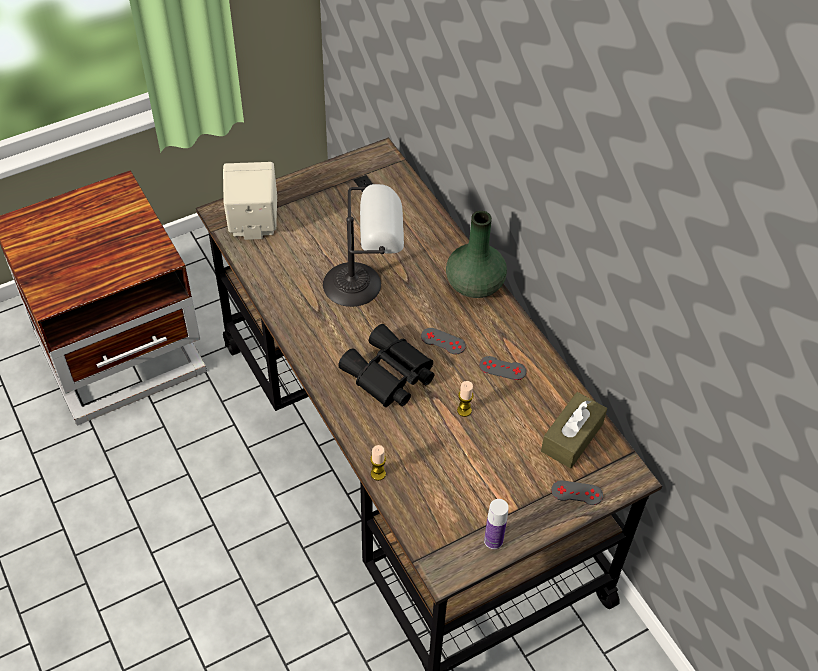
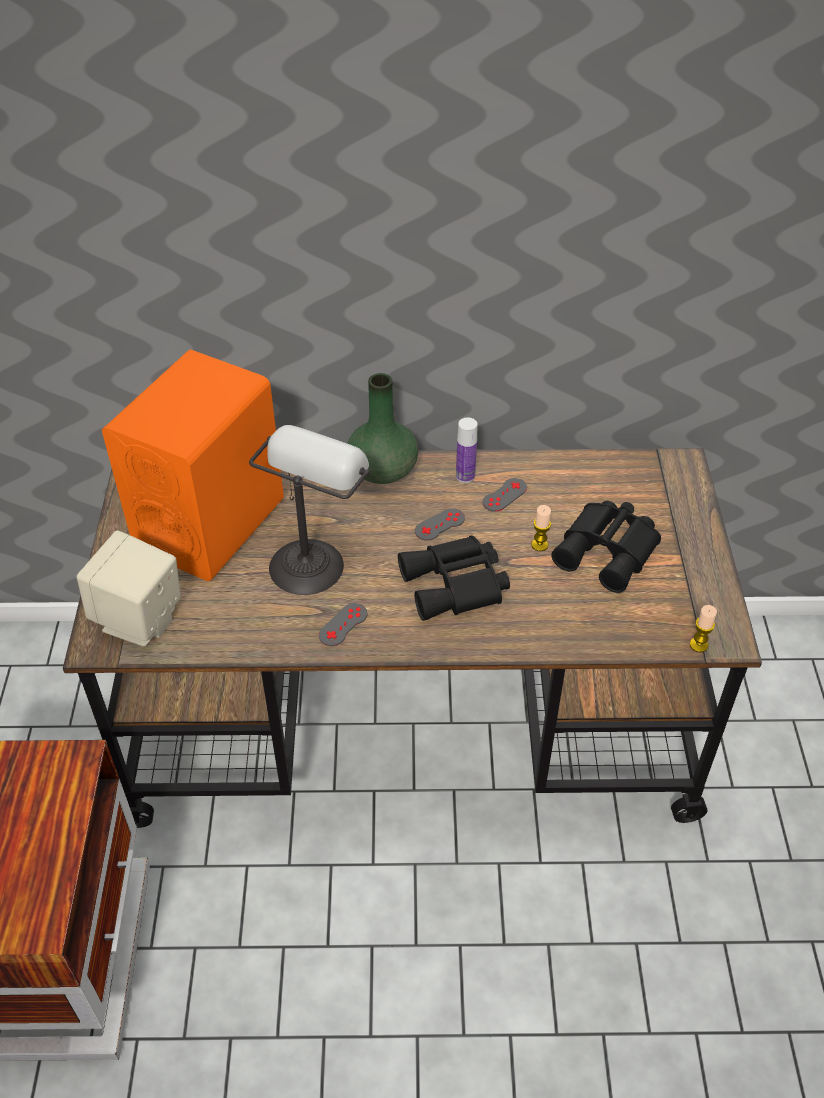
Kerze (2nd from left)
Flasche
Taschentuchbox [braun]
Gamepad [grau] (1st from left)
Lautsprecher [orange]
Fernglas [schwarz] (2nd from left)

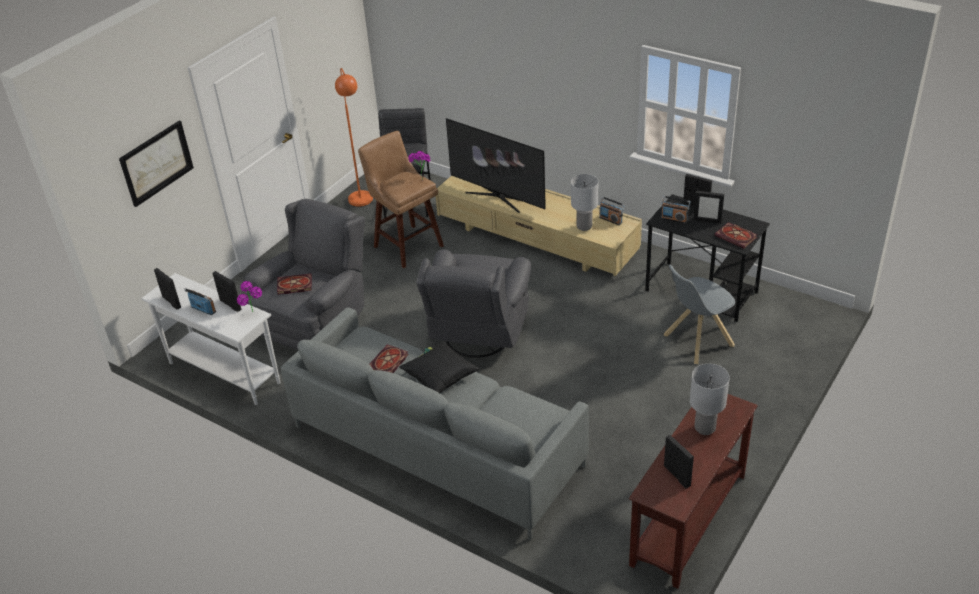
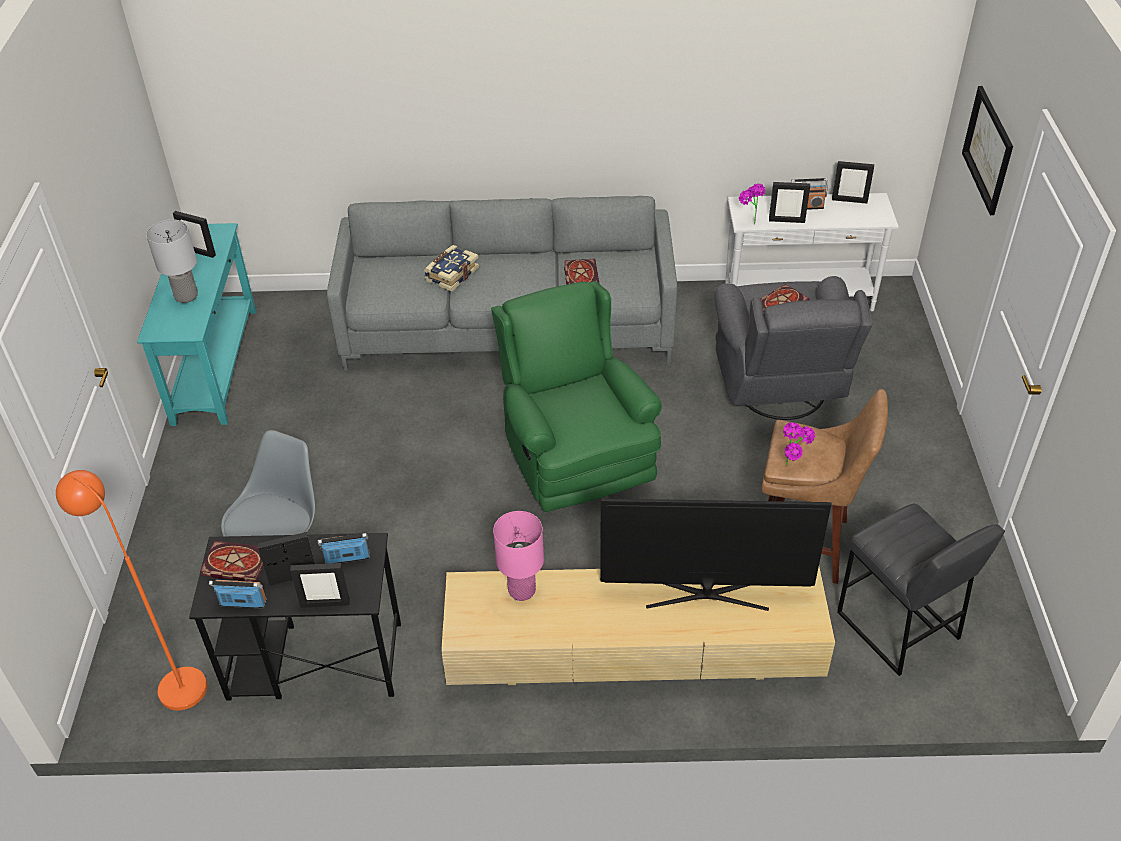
Stehlampe [orange]
Kissen [schwarz]
Sessel [grün]
Tischlampe [rosa]
Radio (1st from left)
Konsolentisch [türkis]
Buch (2nd from left)

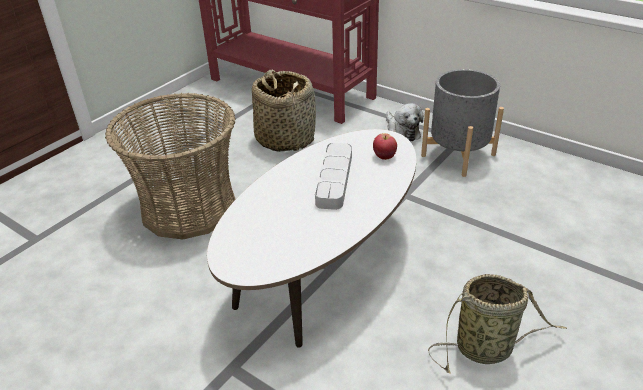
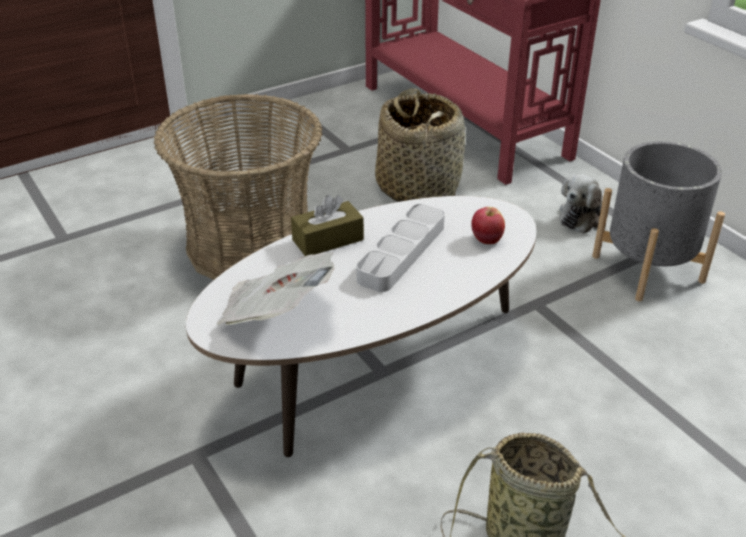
Plüschtier
Zeitung
Taschentuchbox [braun]

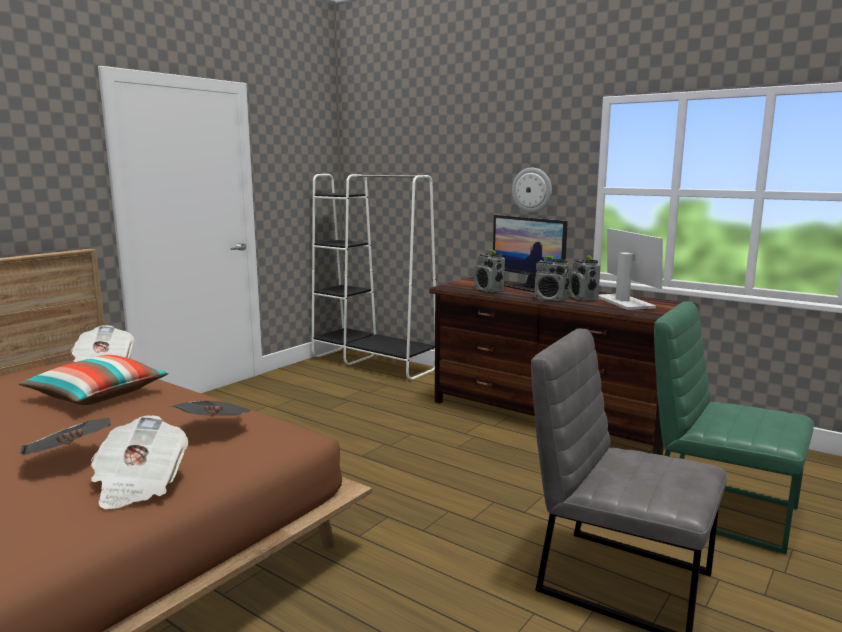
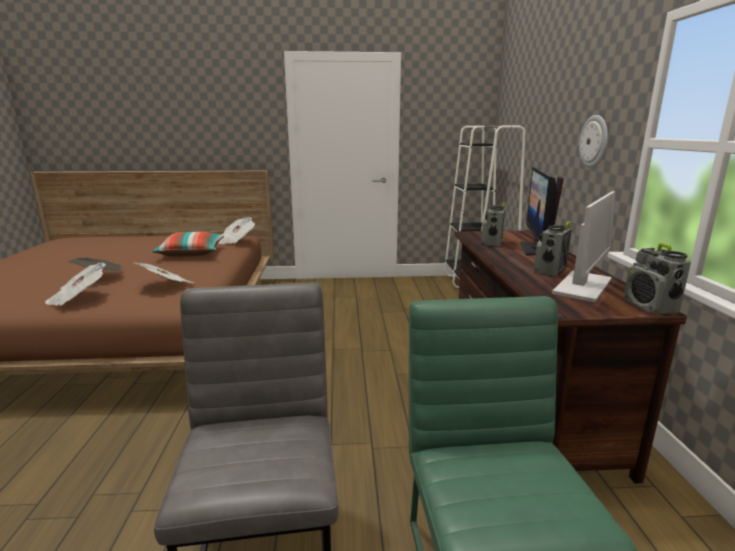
Radio (3rd from left)

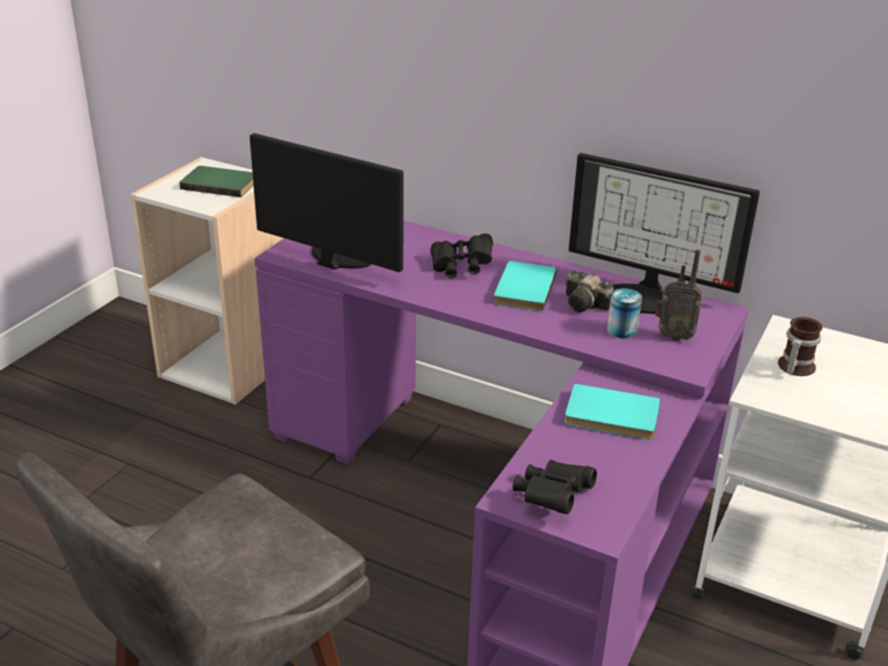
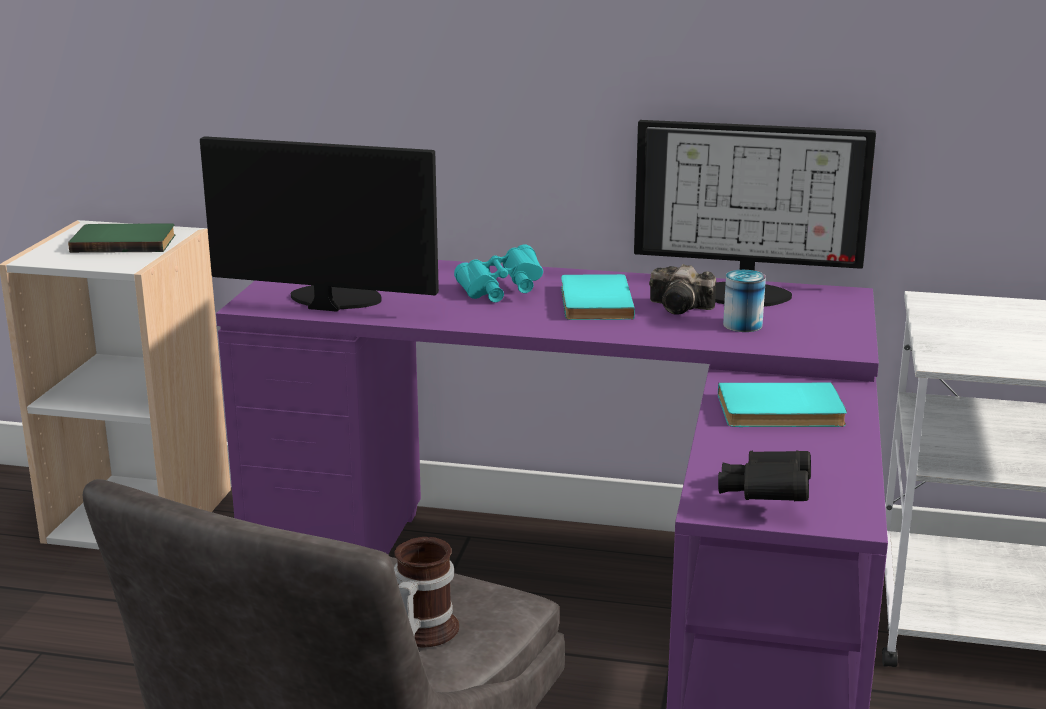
Fernglas [türkis]
Radio
Henkelbecher

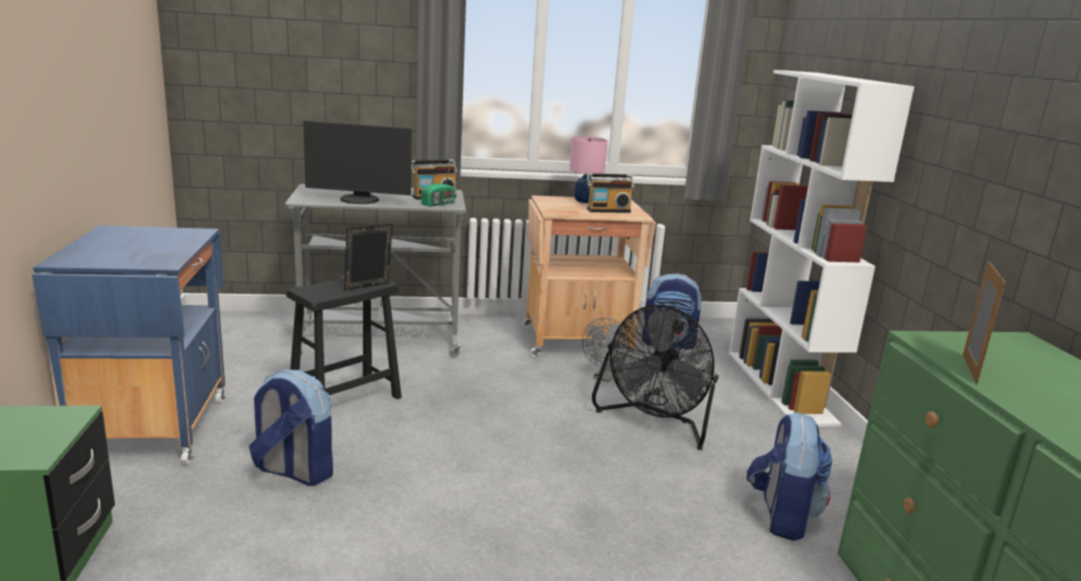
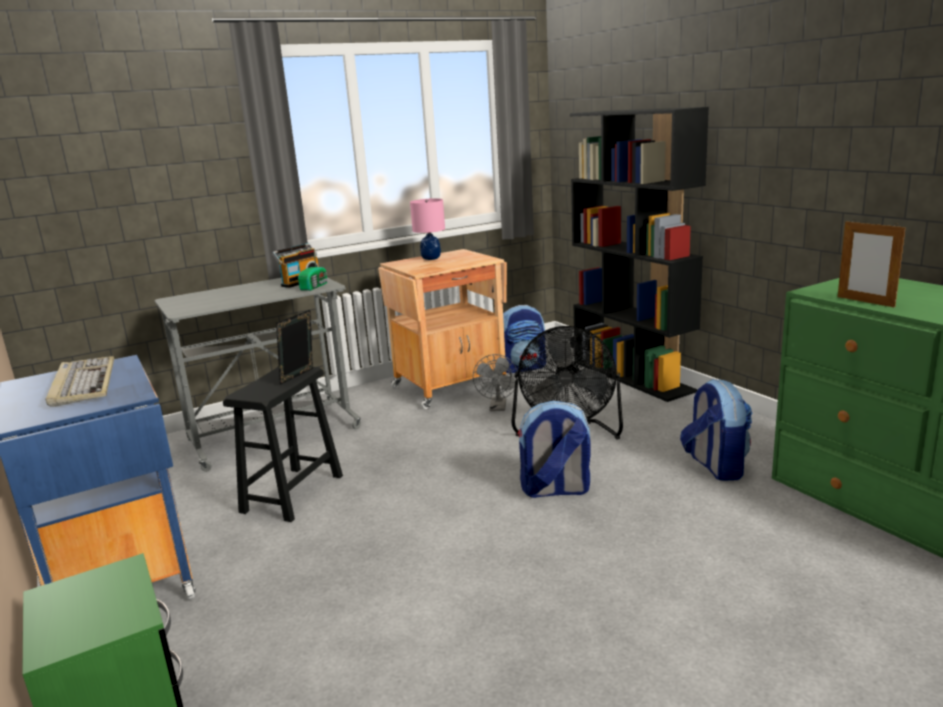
Rucksack (2nd from left)
Monitor
Radio (3rd from left in the first image)
Bücherregal [schwarz]
Bilderrahmen (2nd from left)
Tastatur

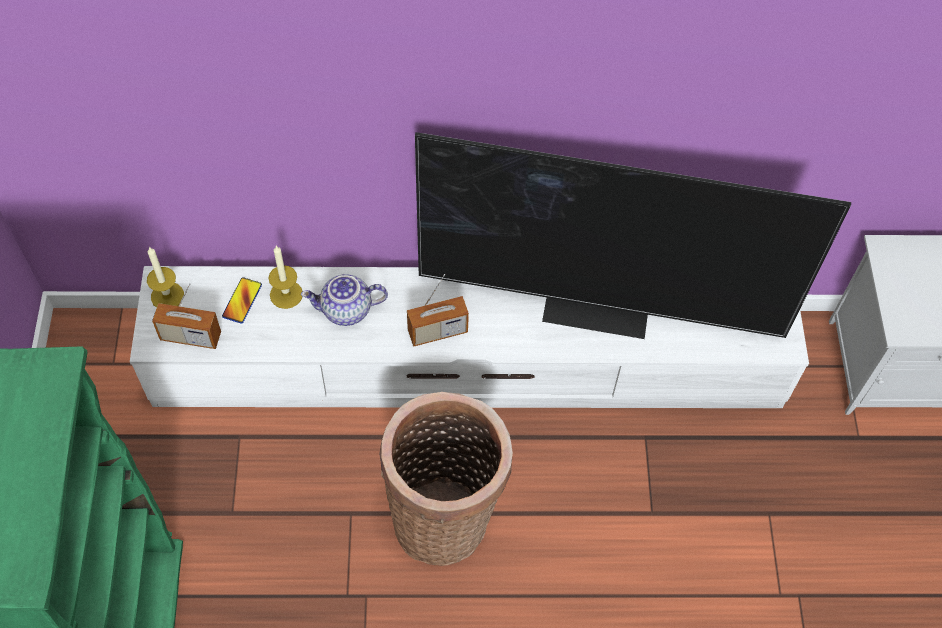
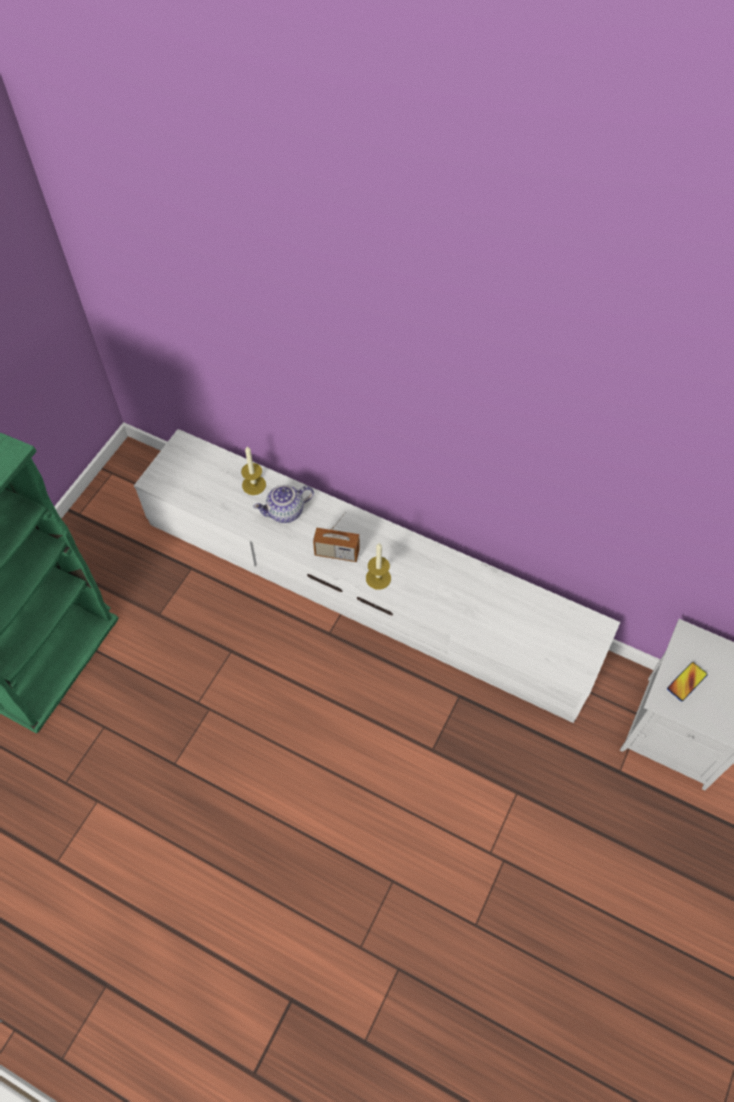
Kerze (2nd from left)
Radio (1st from left in the first image)
Handy
Teekanne
Korb
Fernseher

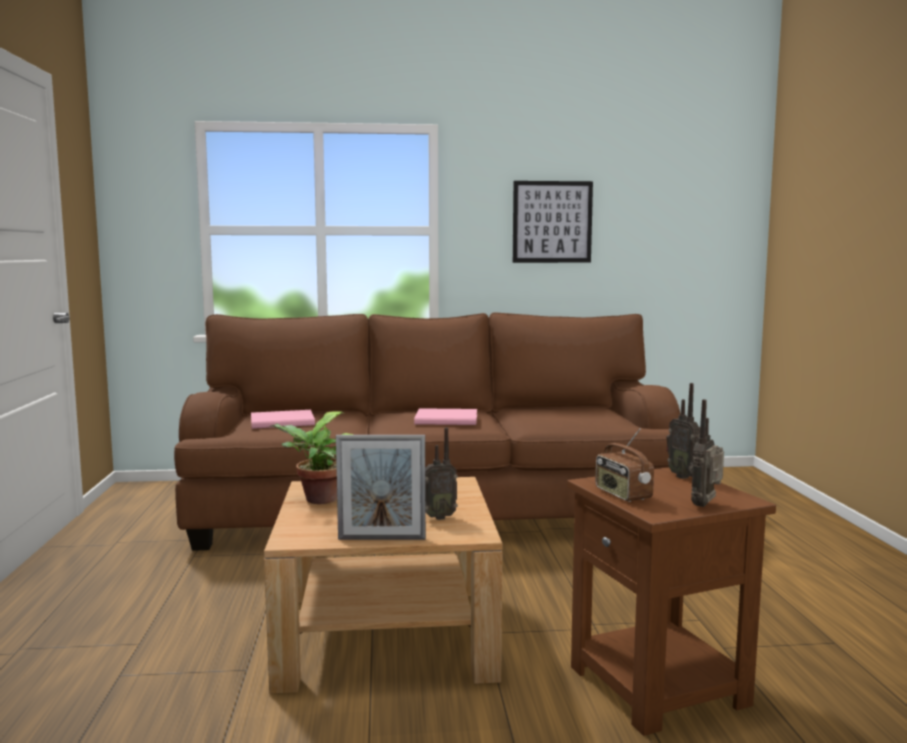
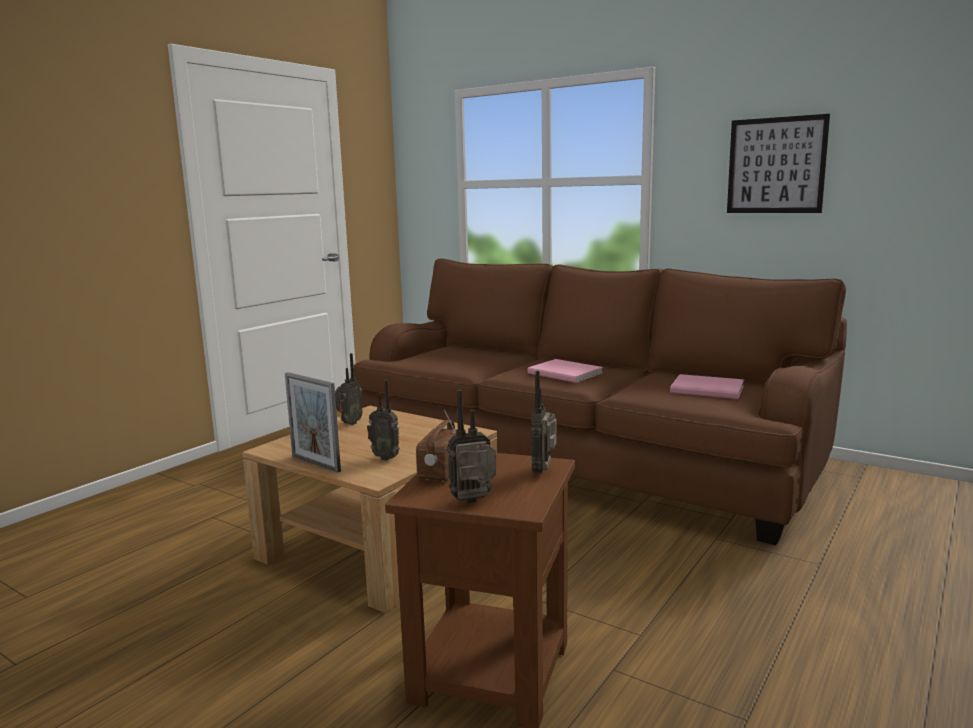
Buch [rosa] (2nd from left)
Radio (1st from left)

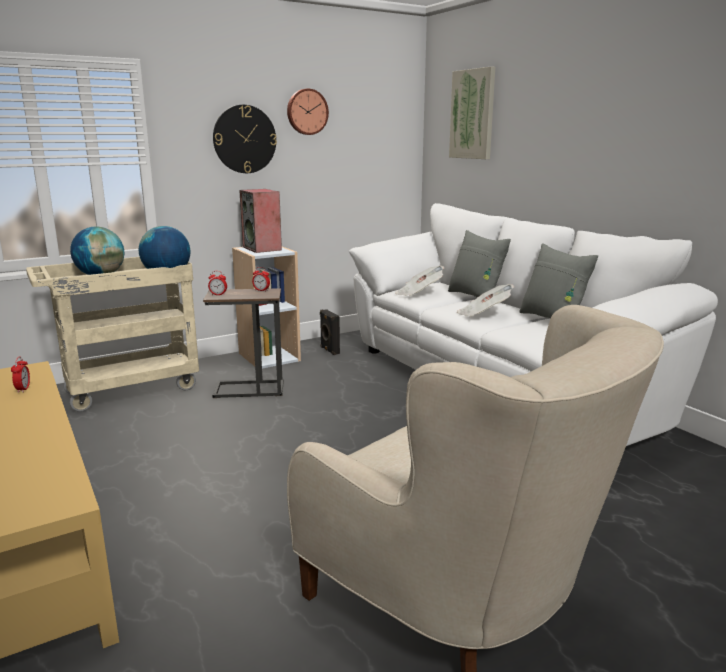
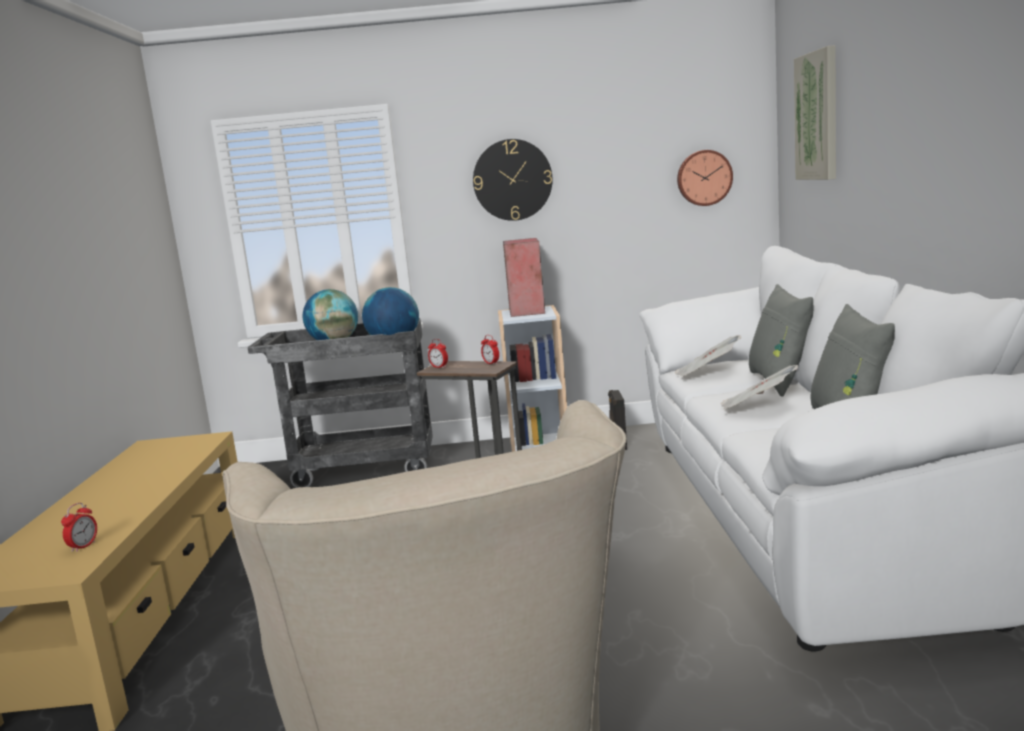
Wecker (1st from left)
Rollwagen [schwarz]
Wanduhr (2nd from left)

